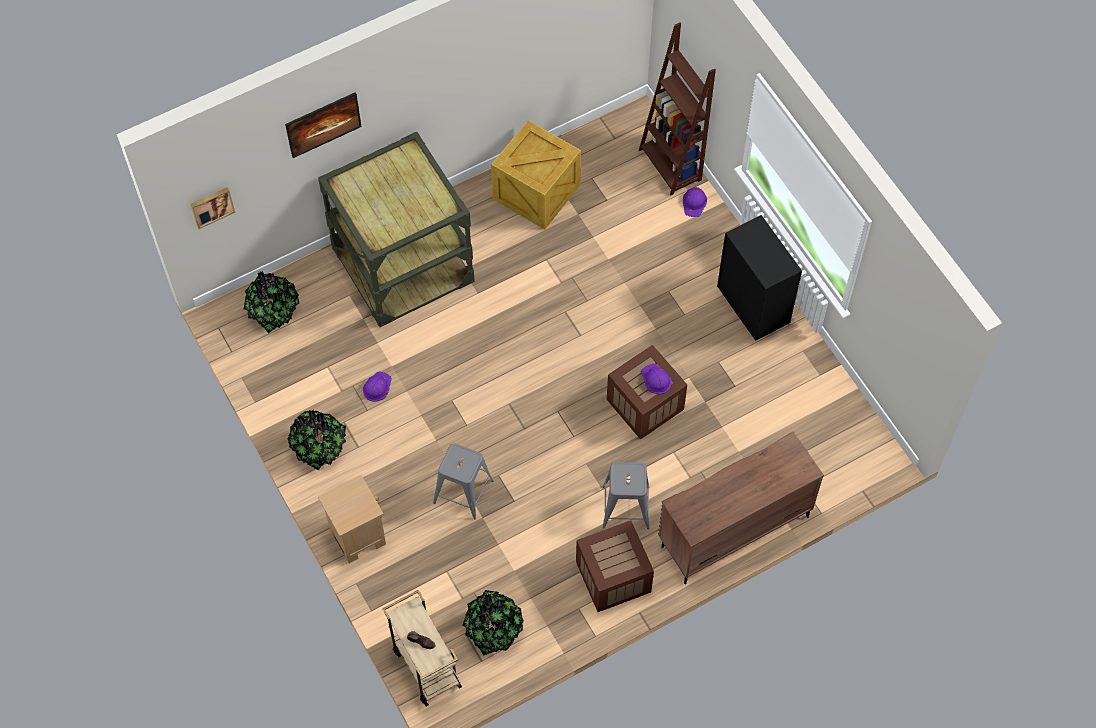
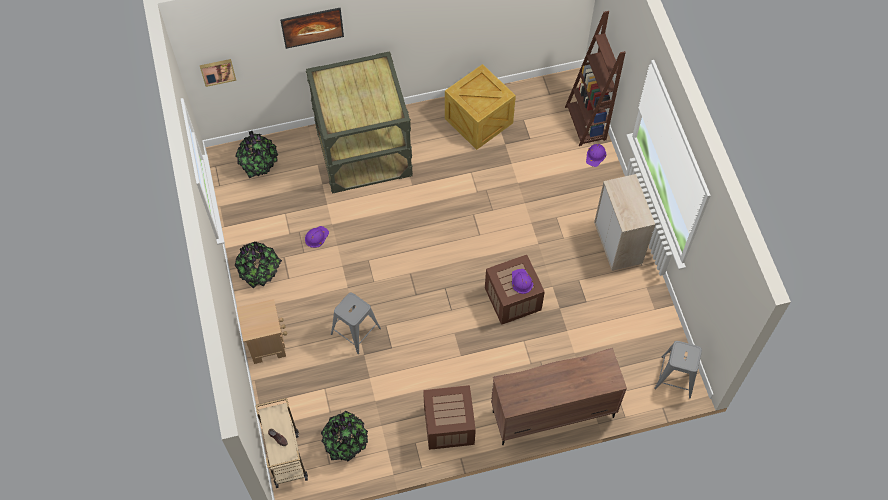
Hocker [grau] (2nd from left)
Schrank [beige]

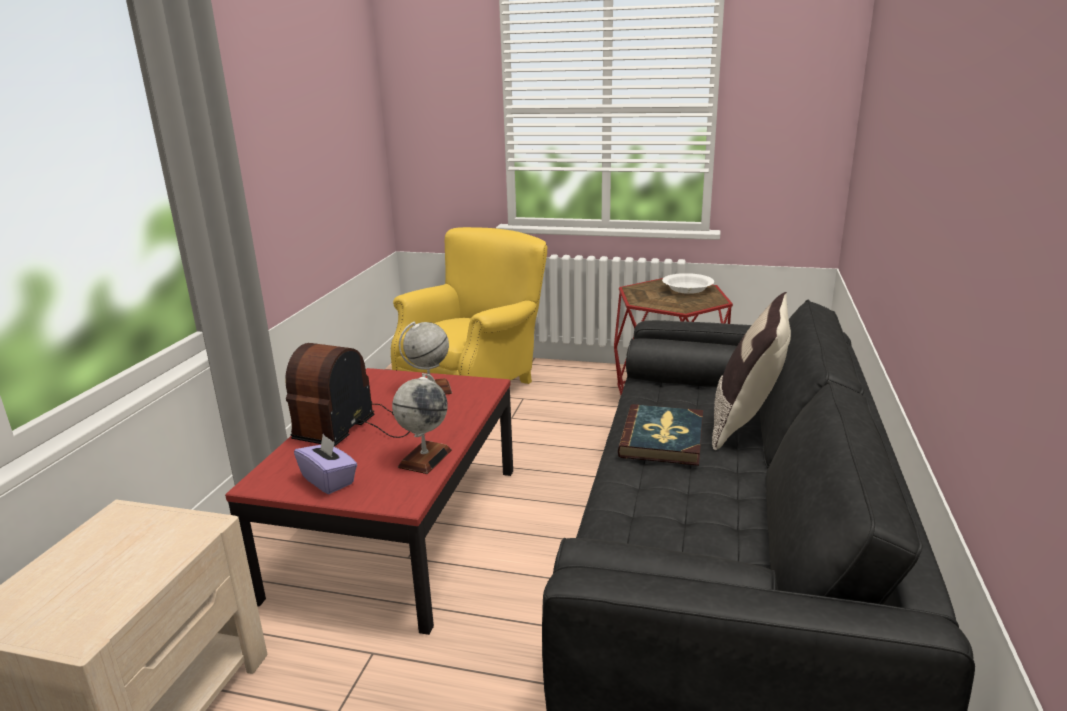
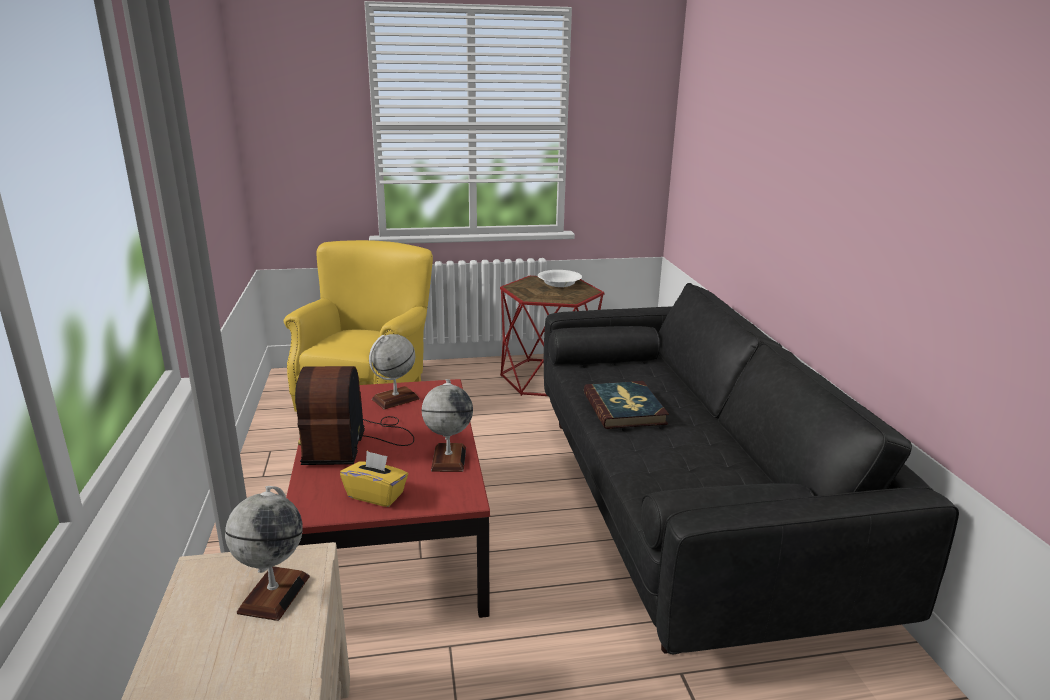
Taschentuchbox [gelb]
Kissen
Globus (1st from left)

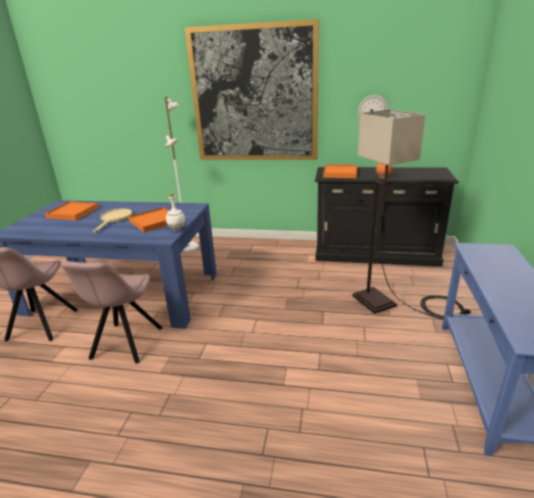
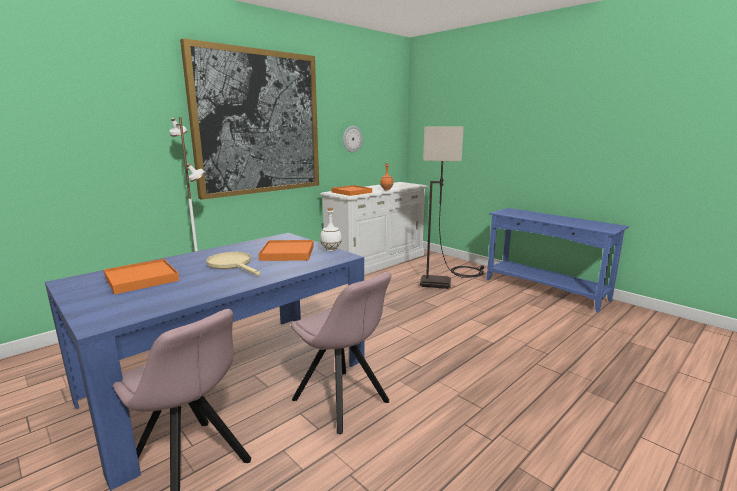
Schrank [weiß]

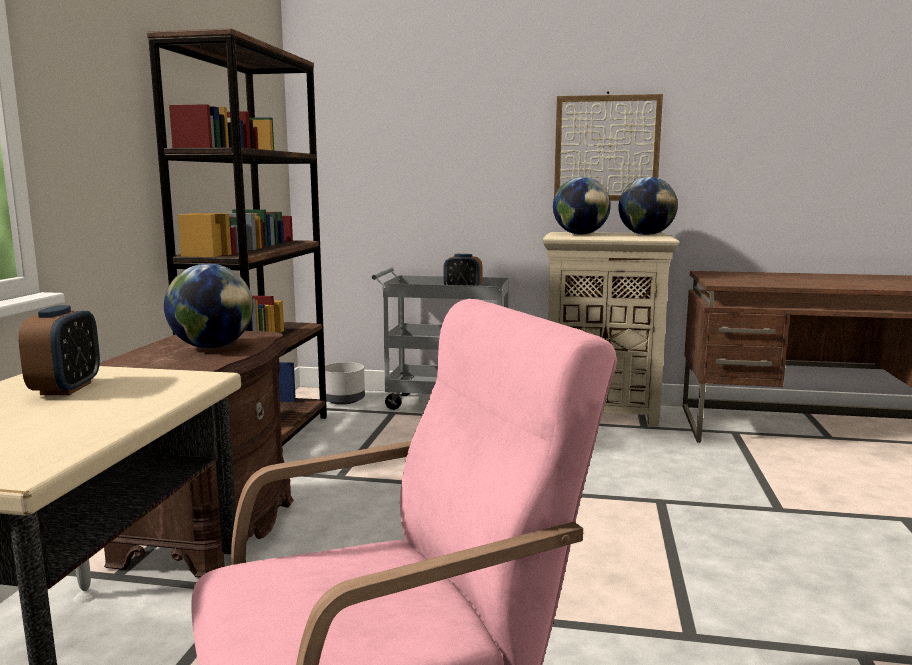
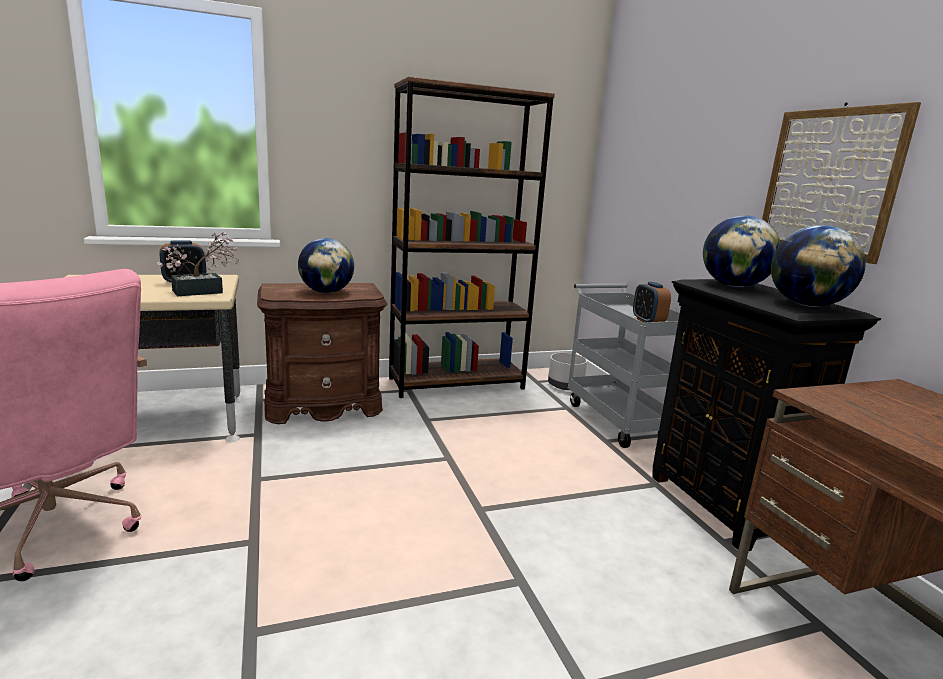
Schrank [schwarz]
Topfpflanze

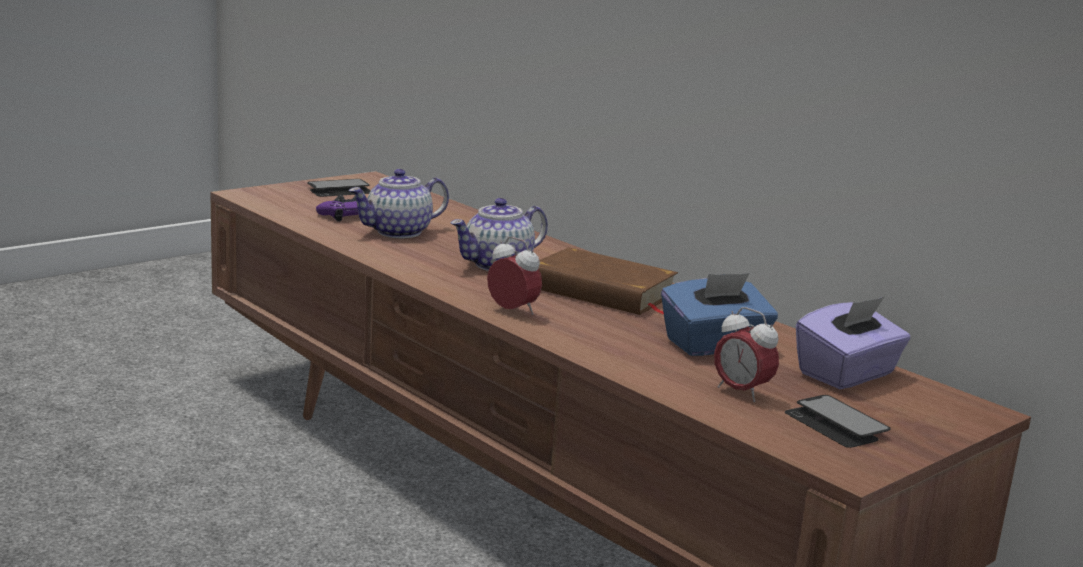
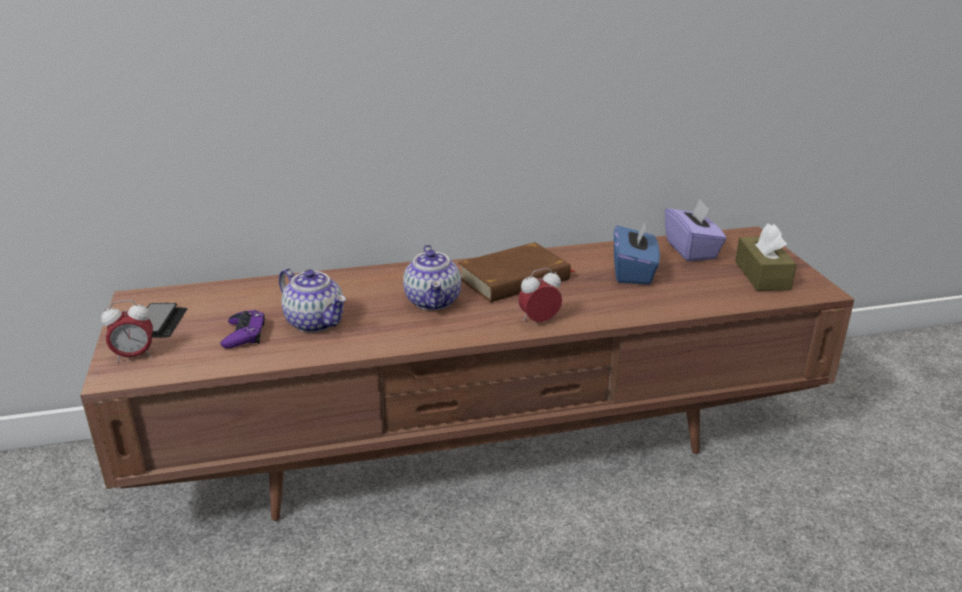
Teekanne (1st from left)
Wecker (1st from left)
Taschentuchbox [braun]

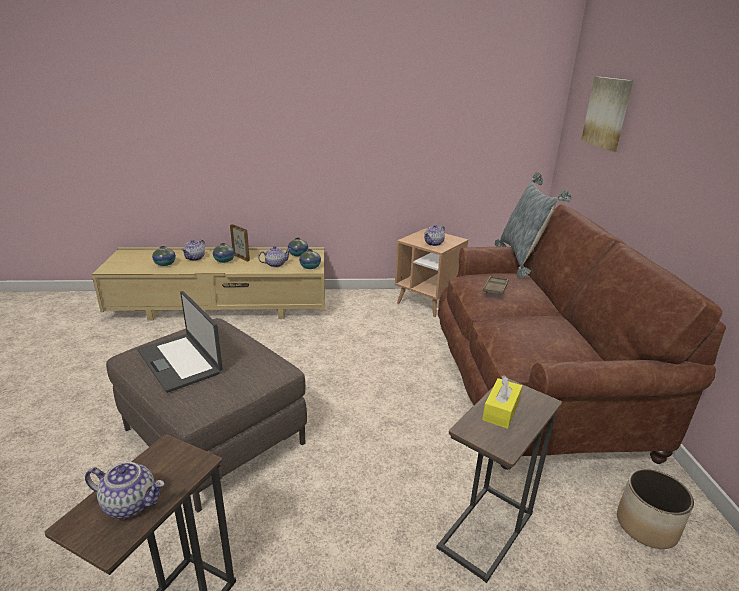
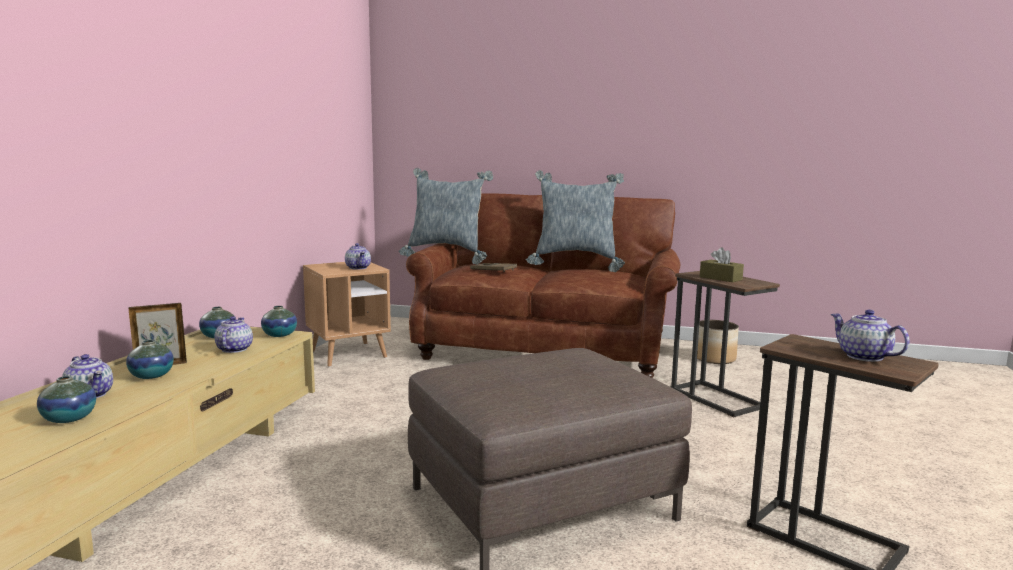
Teekanne (4th from left)
Laptop
Taschentuchbox [braun]
Bild
Kissen (2nd from left)

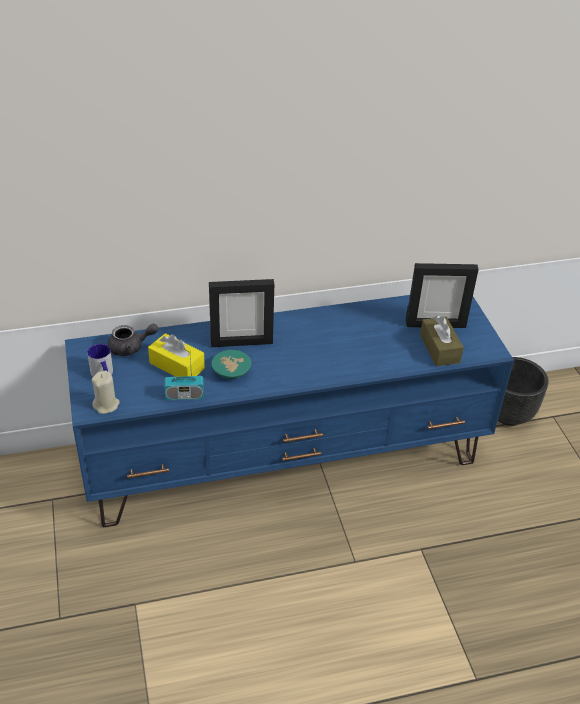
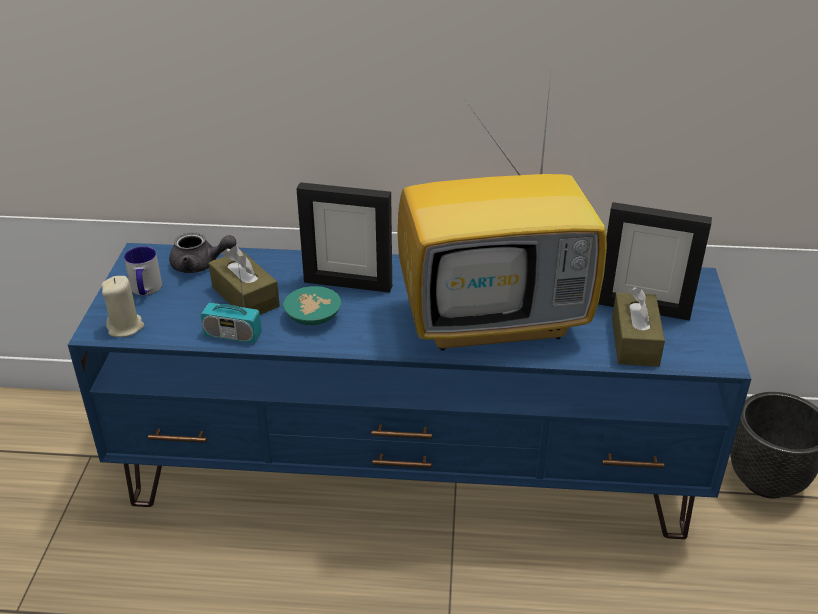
Taschentuchbox [braun] (1st from left)
Fernseher

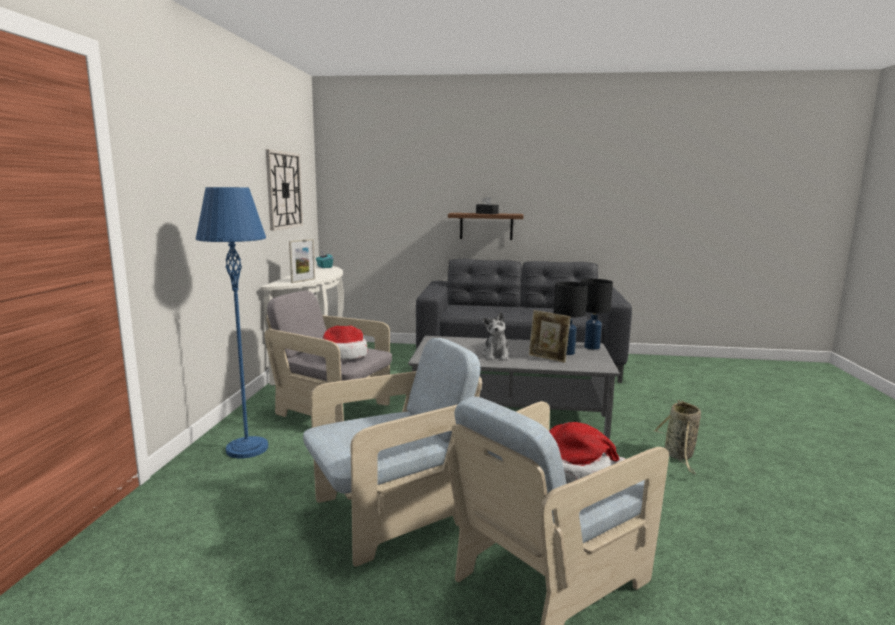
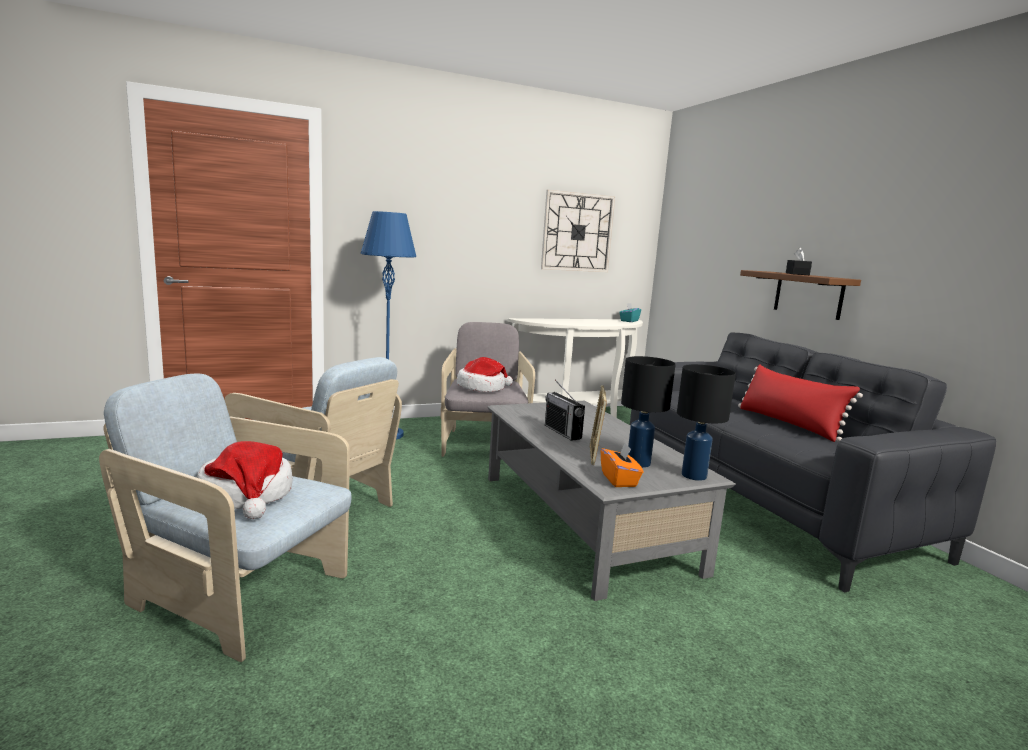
Bilderrahmen (1st from left in the first image)
Radio
Korb
Taschentuchbox [orange]
Kissen [rot]

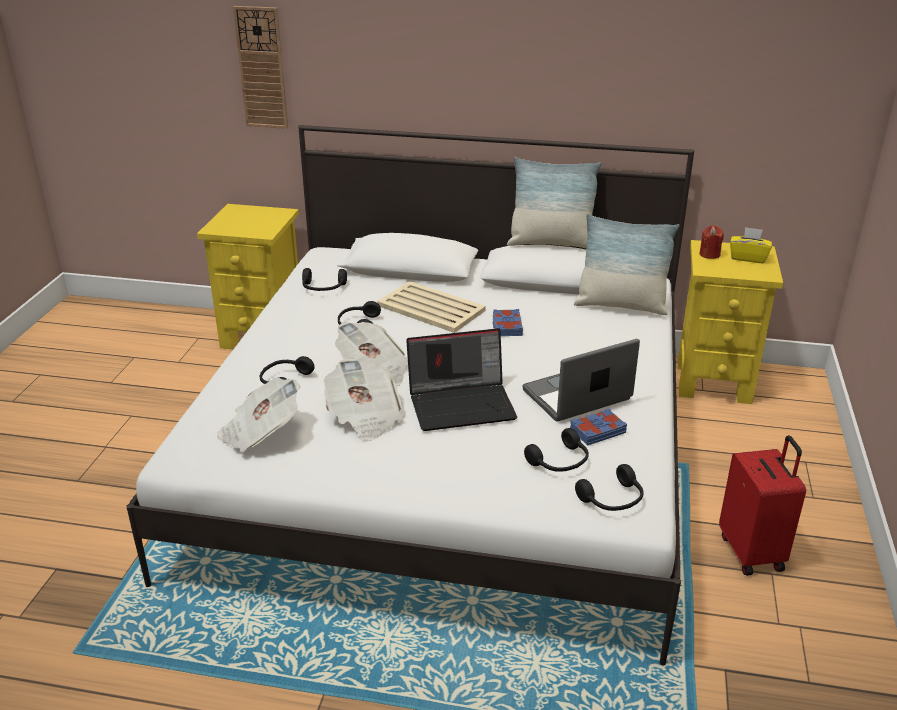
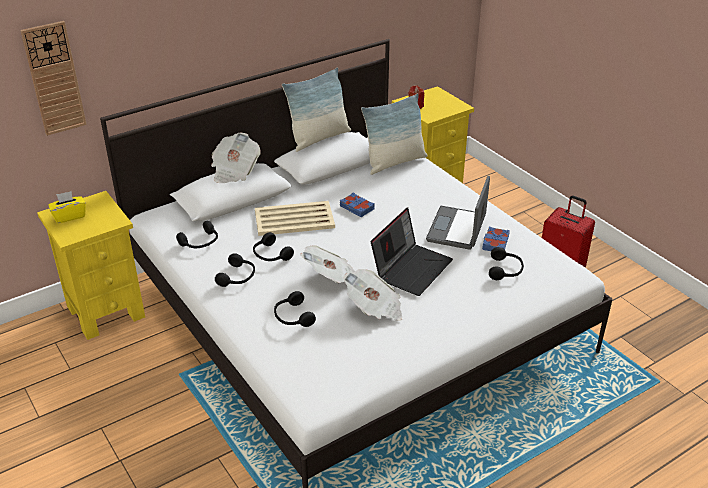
Zeitung (1st from left)
Kopfhörer [schwarz] (2nd from left)
Taschentuchbox [gelb]

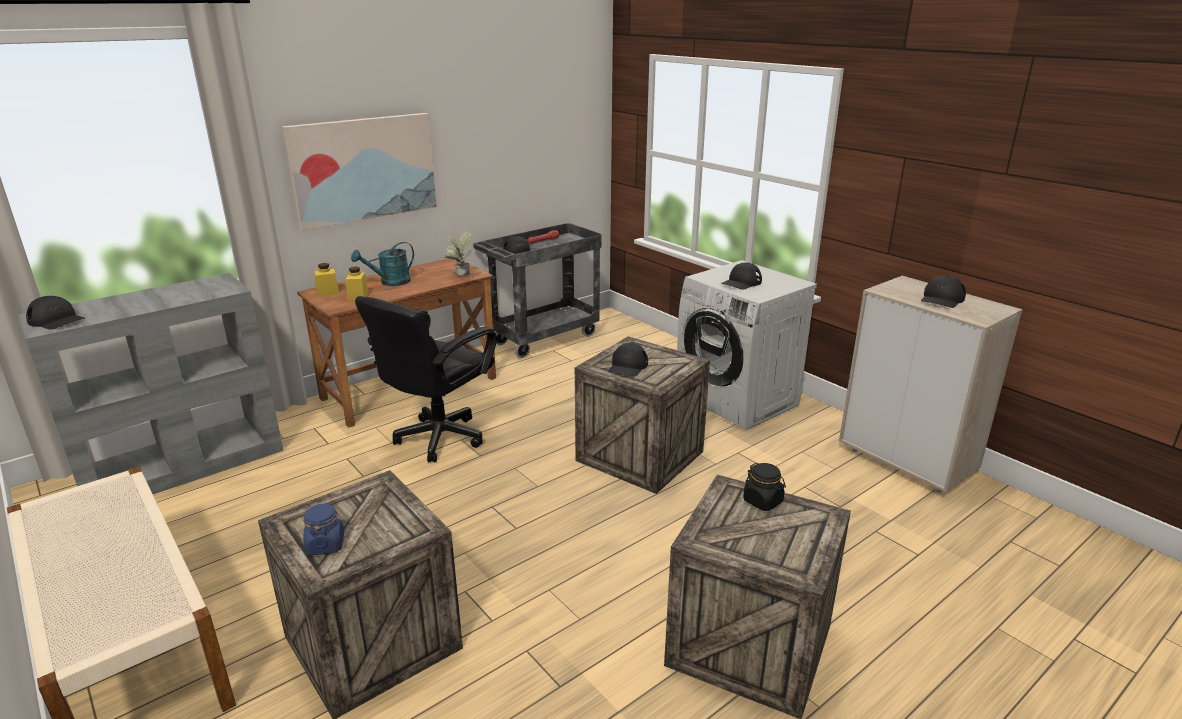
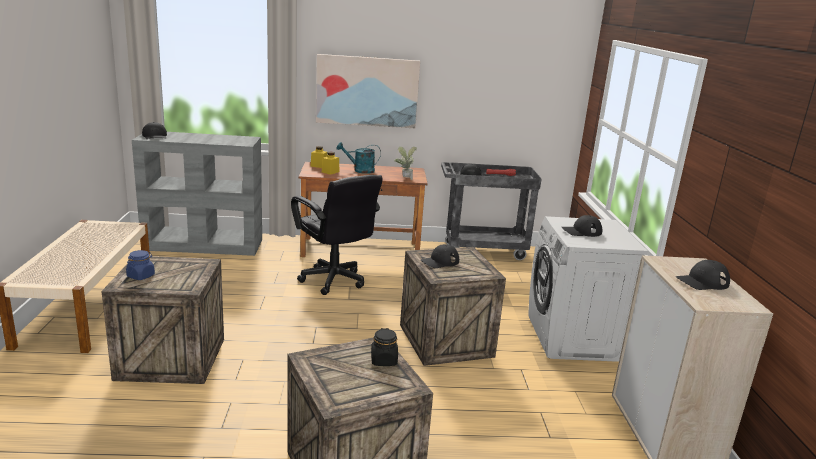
Bürostuhl [schwarz]

